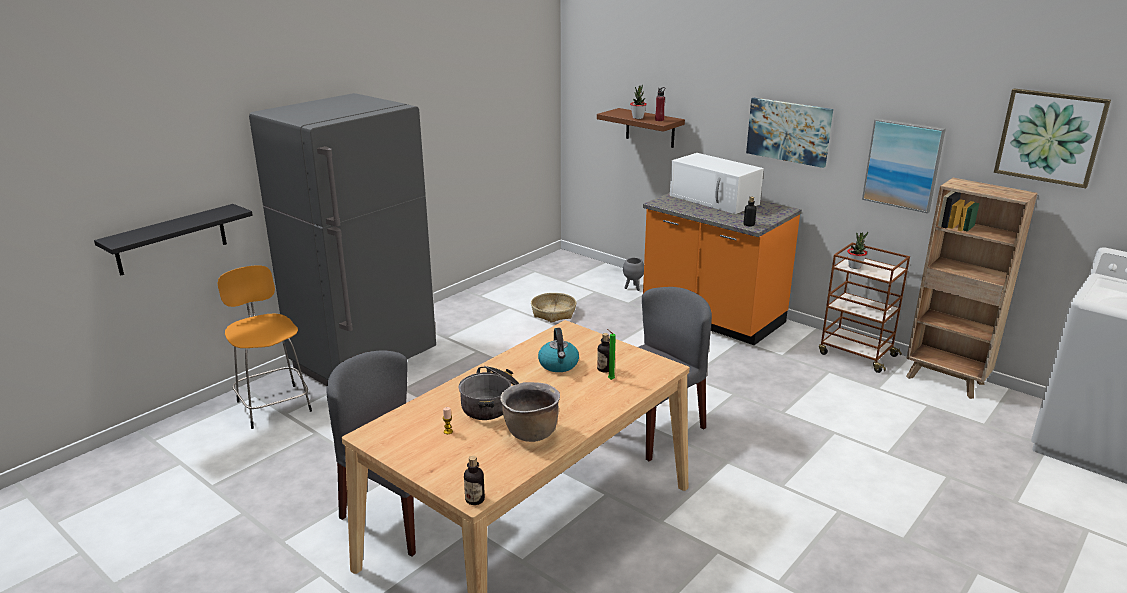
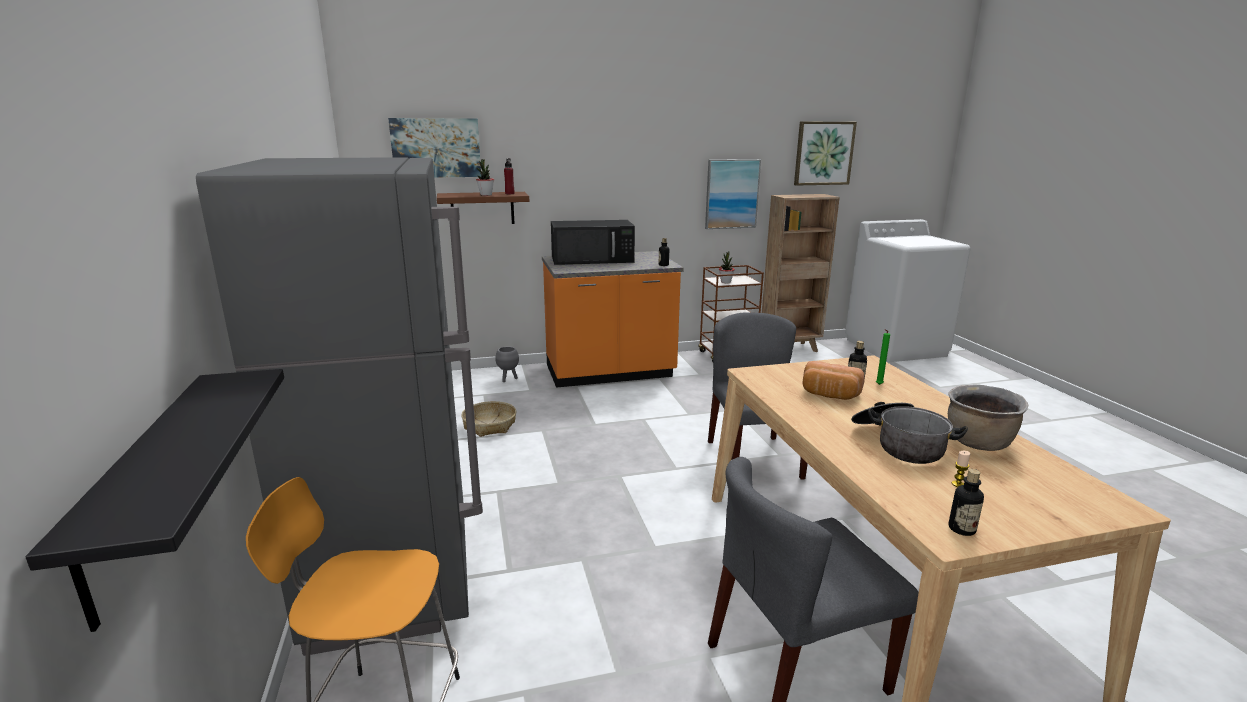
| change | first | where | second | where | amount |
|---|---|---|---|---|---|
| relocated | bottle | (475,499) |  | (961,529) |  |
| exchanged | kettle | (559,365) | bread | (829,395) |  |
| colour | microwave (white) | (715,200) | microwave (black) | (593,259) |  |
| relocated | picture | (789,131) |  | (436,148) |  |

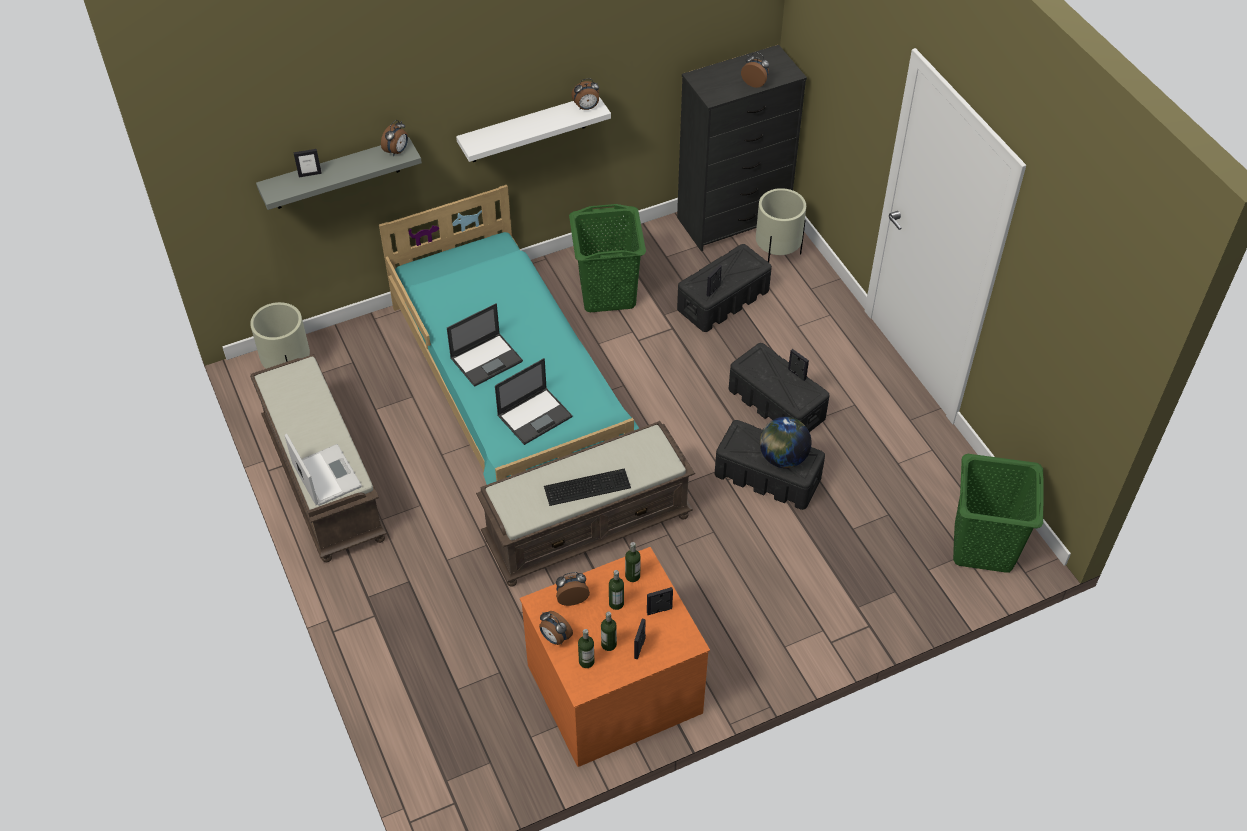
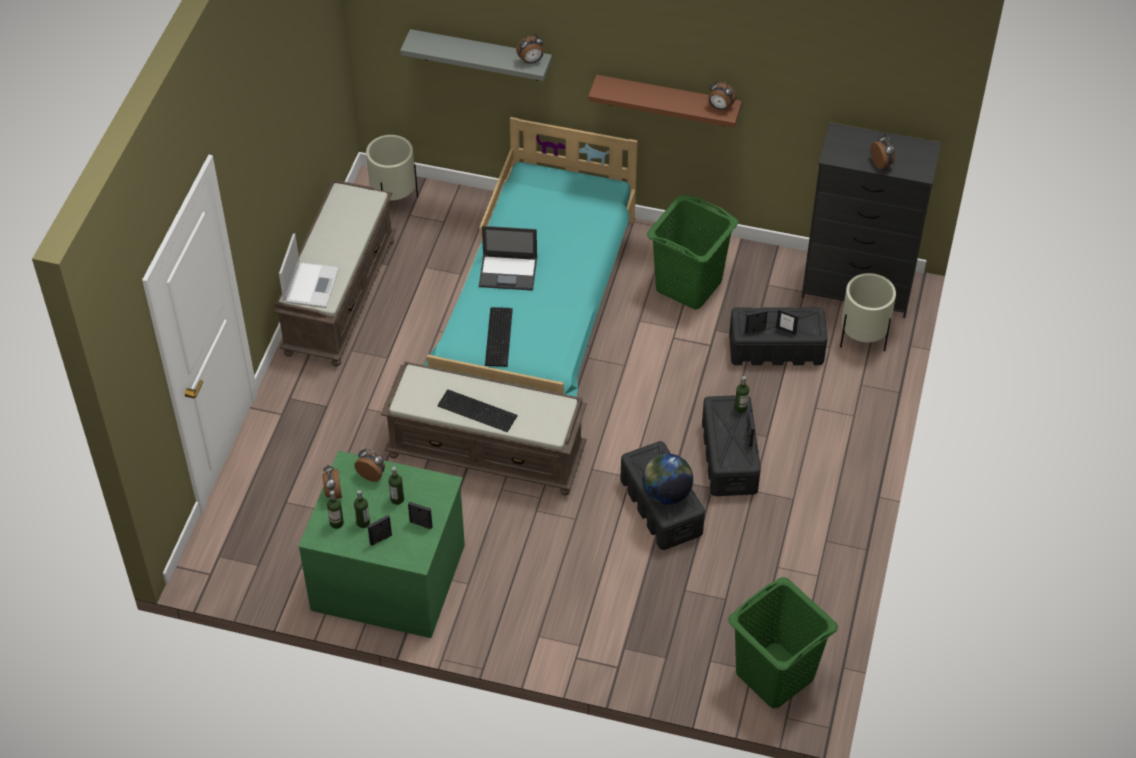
| change | first | where | second | where | amount |
|---|---|---|---|---|---|
| relocated | picture frame | (310,174) |  | (786,330) |  |
| colour | shelf (white) | (528,129) | shelf (brown) | (668,101) |  |
| exchanged | laptop | (535,415) | keyboard | (500,336) |  |
| colour | dresser (orange) | (613,686) | dresser (green) | (389,575) |  |
| relocated | bottle | (632,576) |  | (740,408) |  |

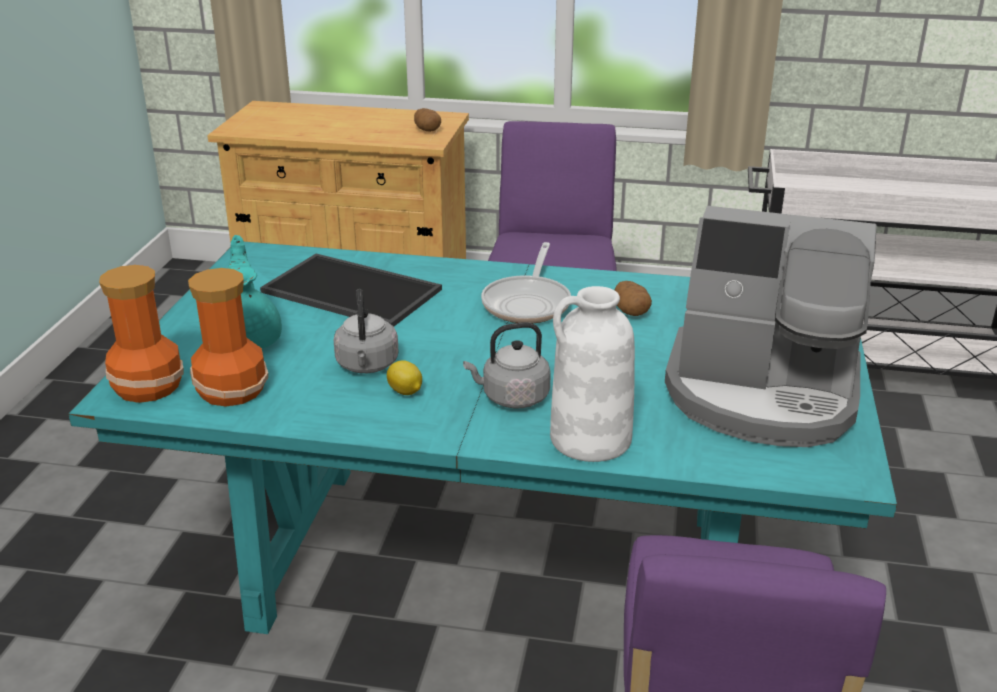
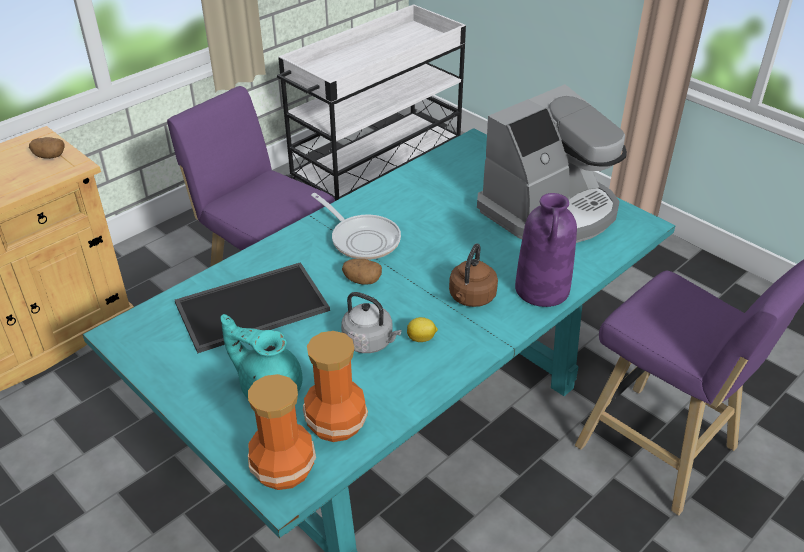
| change | first | where | second | where | amount |
|---|---|---|---|---|---|
| colour | kettle (grey) | (512,398) | kettle (brown) | (471,298) |  |
| colour | vase (white) | (590,440) | vase (purple) | (542,290) |  |
| relocated | potato | (630,311) |  | (362,280) |  |

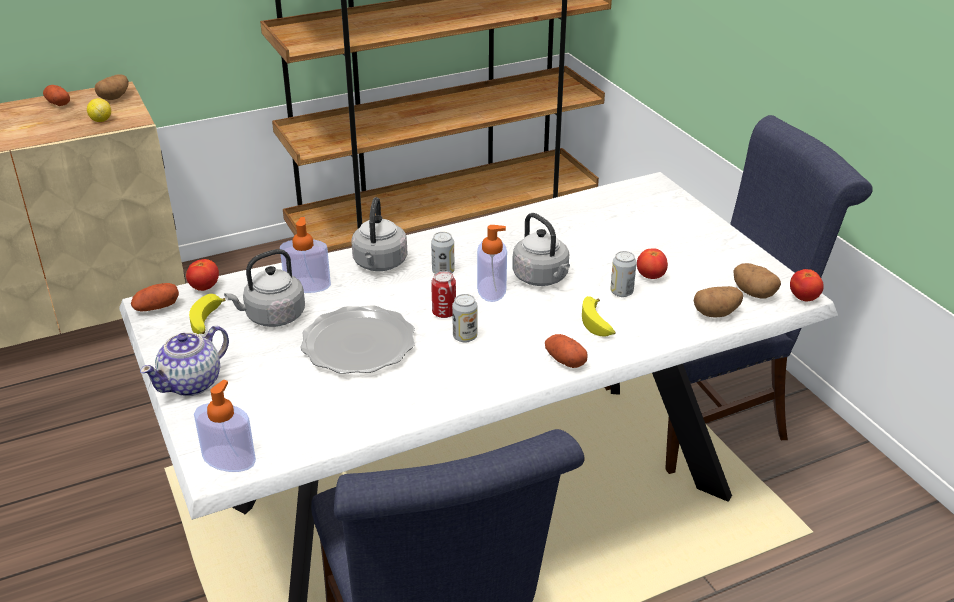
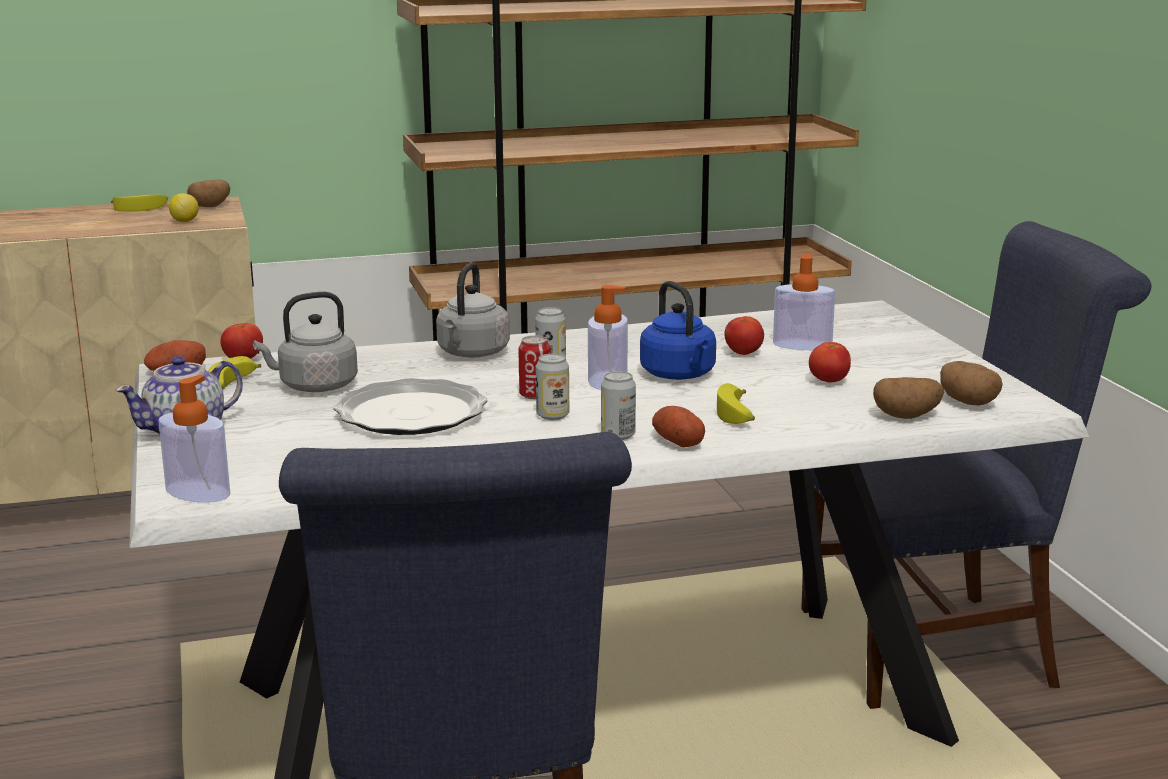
| change | first | where | second | where | amount |
|---|---|---|---|---|---|
| exchanged | potato | (58,103) | banana | (142,208) |  |
| relocated | soap dispenser | (307,285) |  | (802,345) |  |
| colour | kettle (grey) | (542,278) | kettle (blue) | (679,375) |  |
| relocated | can | (621,292) |  | (618,435) |  |
| relocated | tomato | (803,298) |  | (743,353) |  |

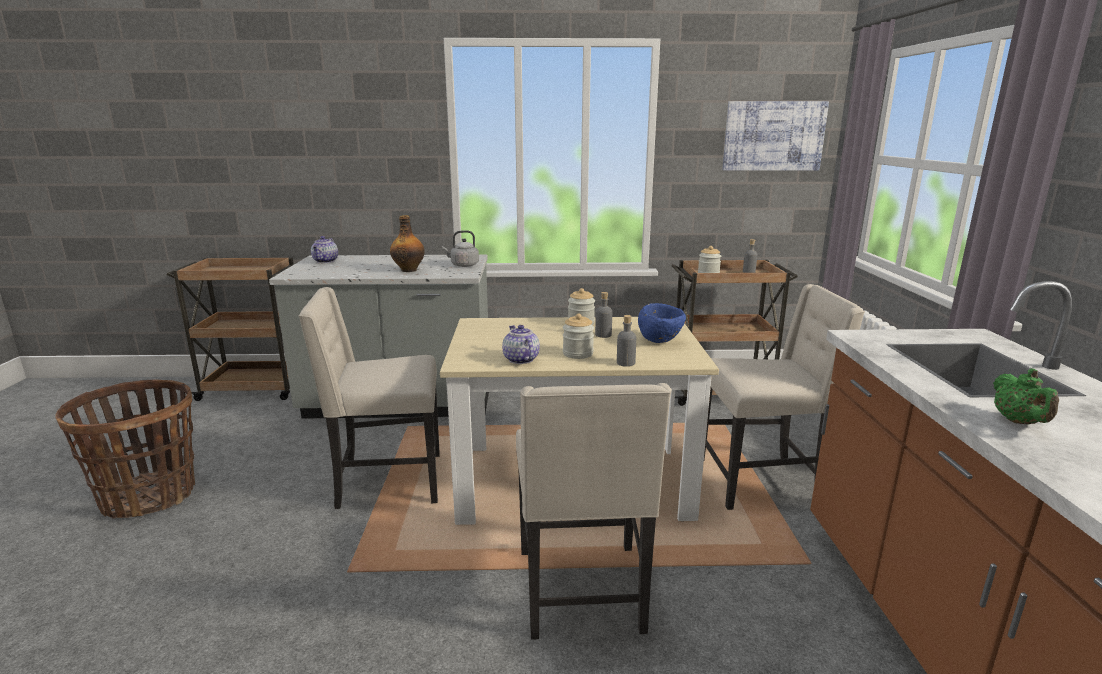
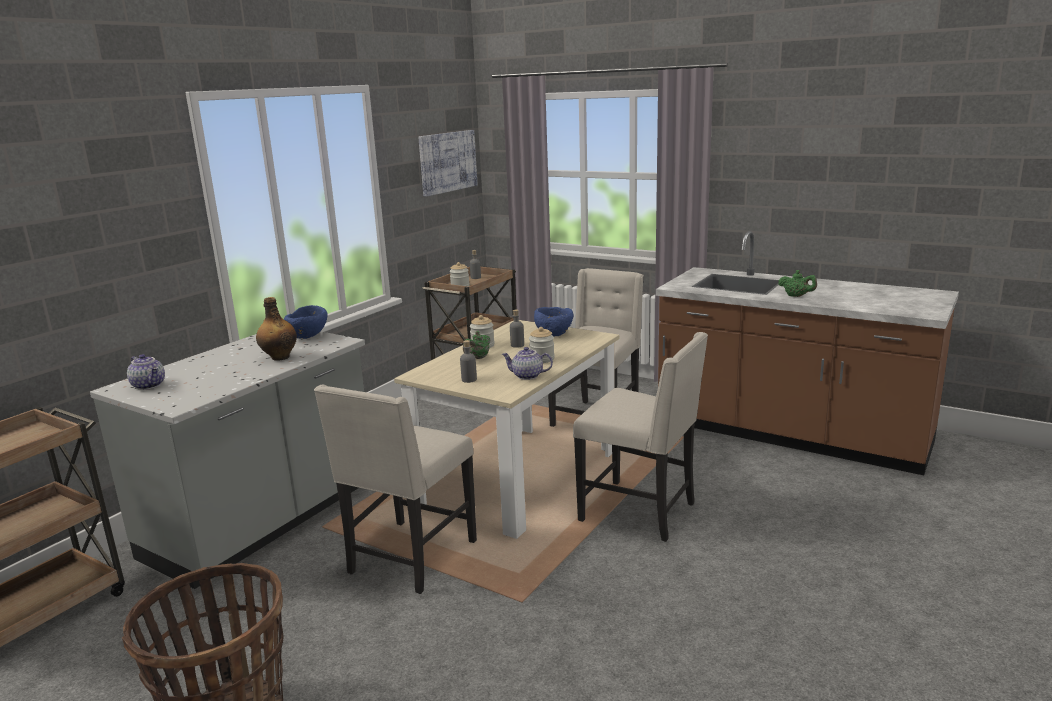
| change | first | where | second | where | amount |
|---|---|---|---|---|---|
| exchanged | kettle (grey) | (463,265) | bowl (blue) | (308,337) |  |
| relocated | bottle (grey) | (625,363) |  | (469,379) |  |
| appeared |  |  | teapot (green) | (478,358) |  |

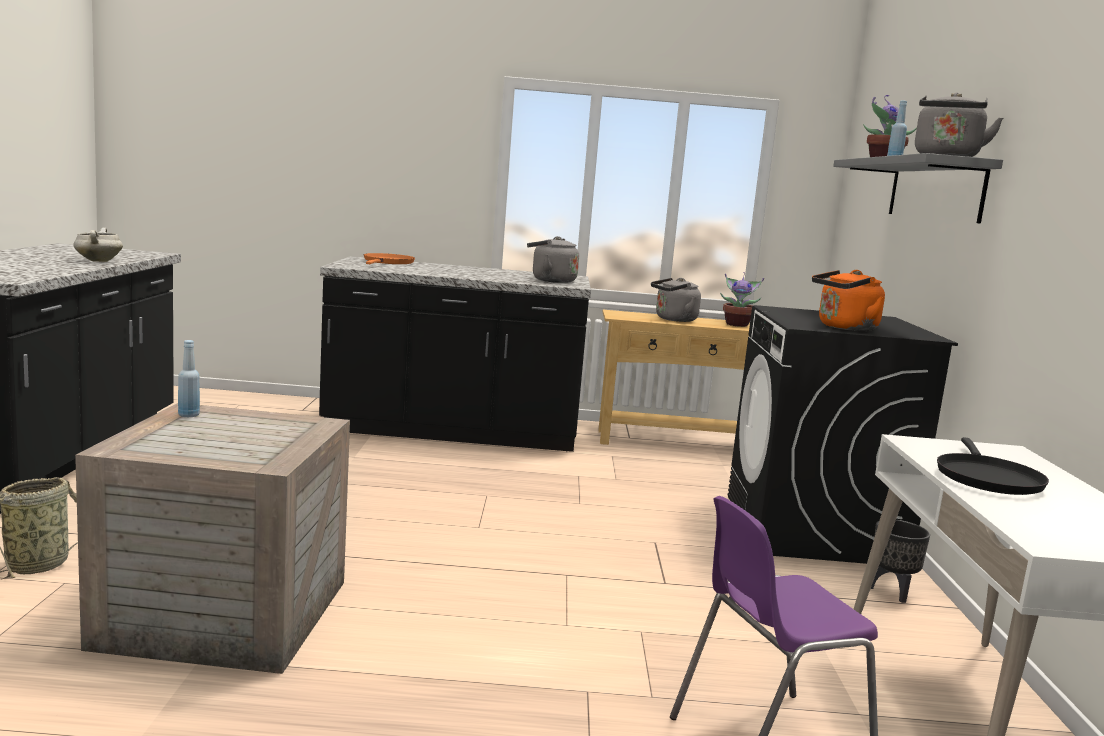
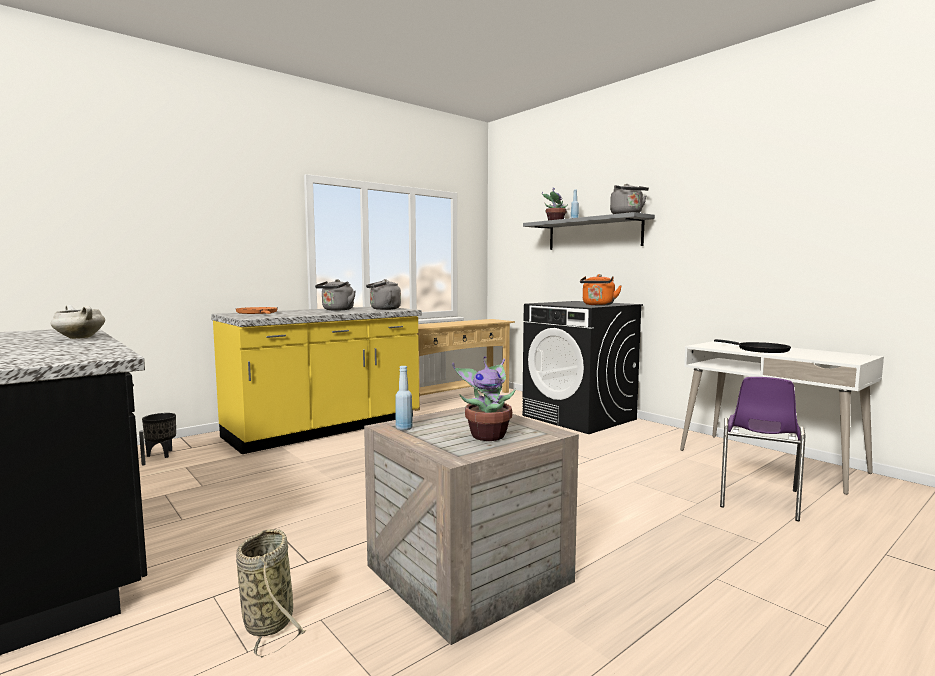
| change | first | where | second | where | amount |
|---|---|---|---|---|---|
| colour | counter (black) | (452,431) | counter (yellow) | (325,428) |  |
| relocated | kettle (grey) | (673,319) |  | (337,310) |  |
| relocated | potted plant | (737,324) |  | (487,435) |  |
| relocated | planter (black) | (892,592) |  | (162,454) |  |

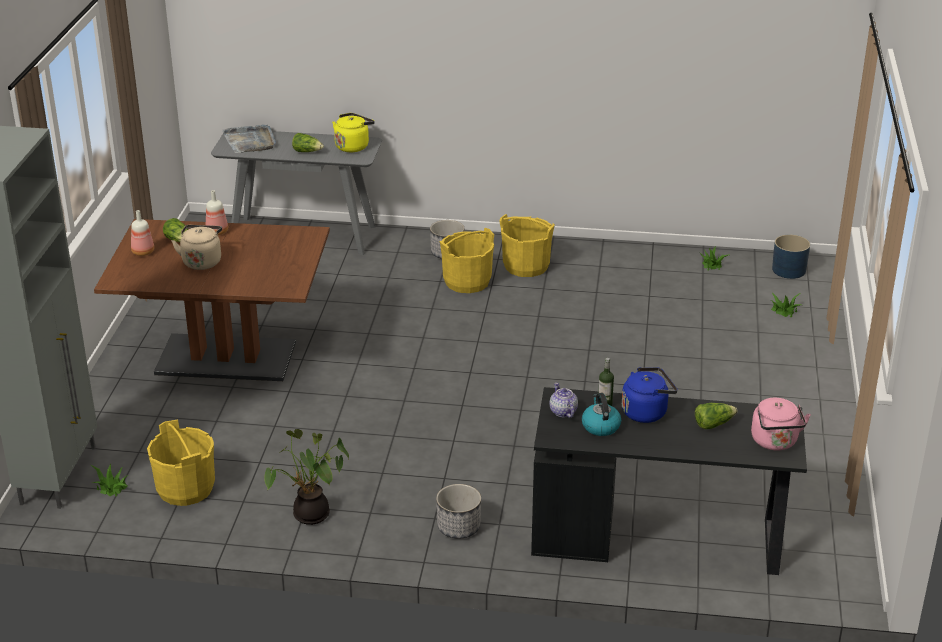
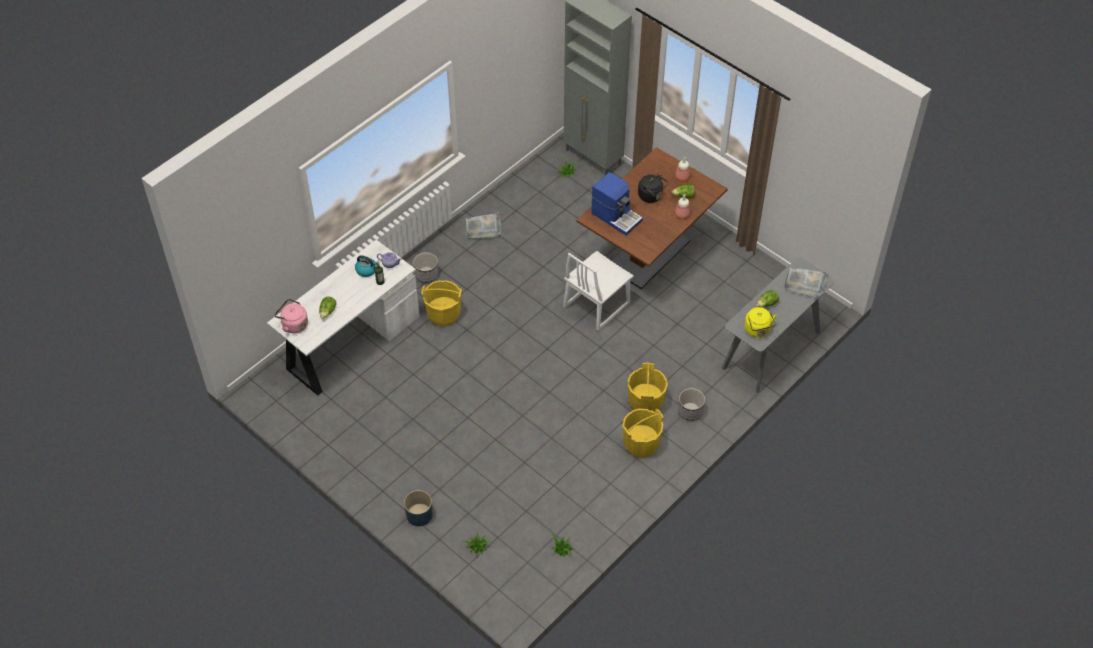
| change | first | where | second | where | amount |
|---|---|---|---|---|---|
| relocated | bucket (yellow) | (185,489) |  | (443,313) |  |
| colour | kettle (beige) | (202,261) | kettle (black) | (651,196) |  |
| exchanged | potted plant | (309,516) | tray (grey) | (483,228) |  |
| colour | desk (black) | (660,537) | desk (white) | (350,343) |  |
| missing | kettle (blue) | (646,412) |  |  |  |
| relocated | planter (blue) | (789,270) |  | (419,515) |  |
| appeared |  |  | chair (white) | (596,304) |  |
| appeared |  |  | coffee machine | (616,216) |  |

